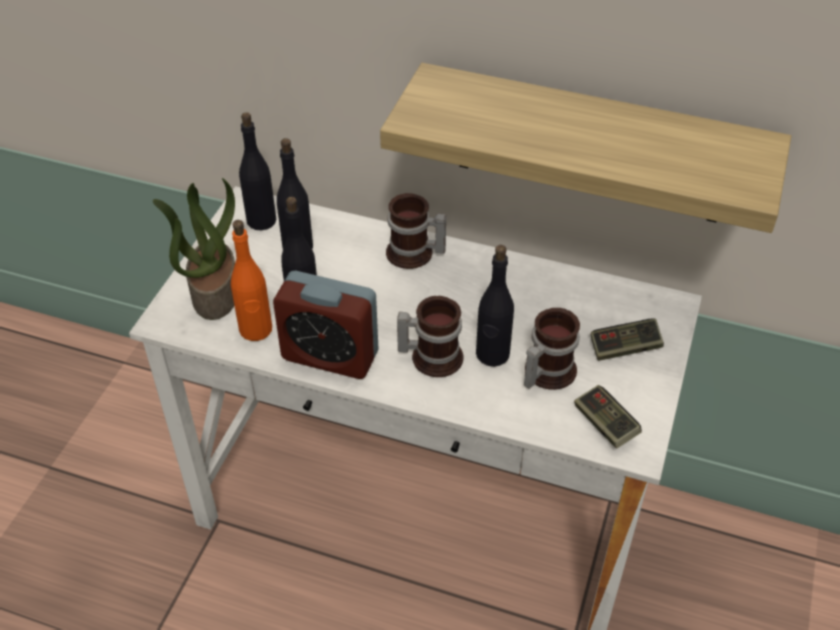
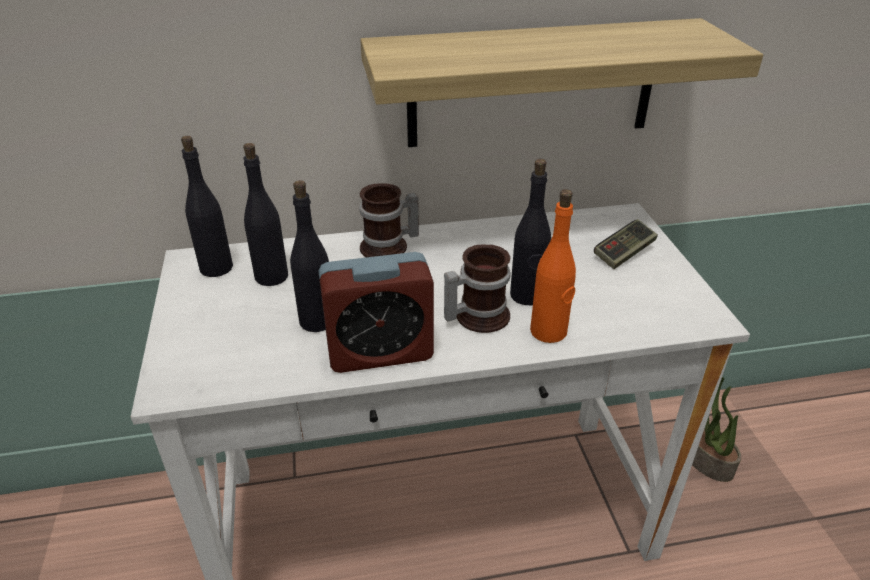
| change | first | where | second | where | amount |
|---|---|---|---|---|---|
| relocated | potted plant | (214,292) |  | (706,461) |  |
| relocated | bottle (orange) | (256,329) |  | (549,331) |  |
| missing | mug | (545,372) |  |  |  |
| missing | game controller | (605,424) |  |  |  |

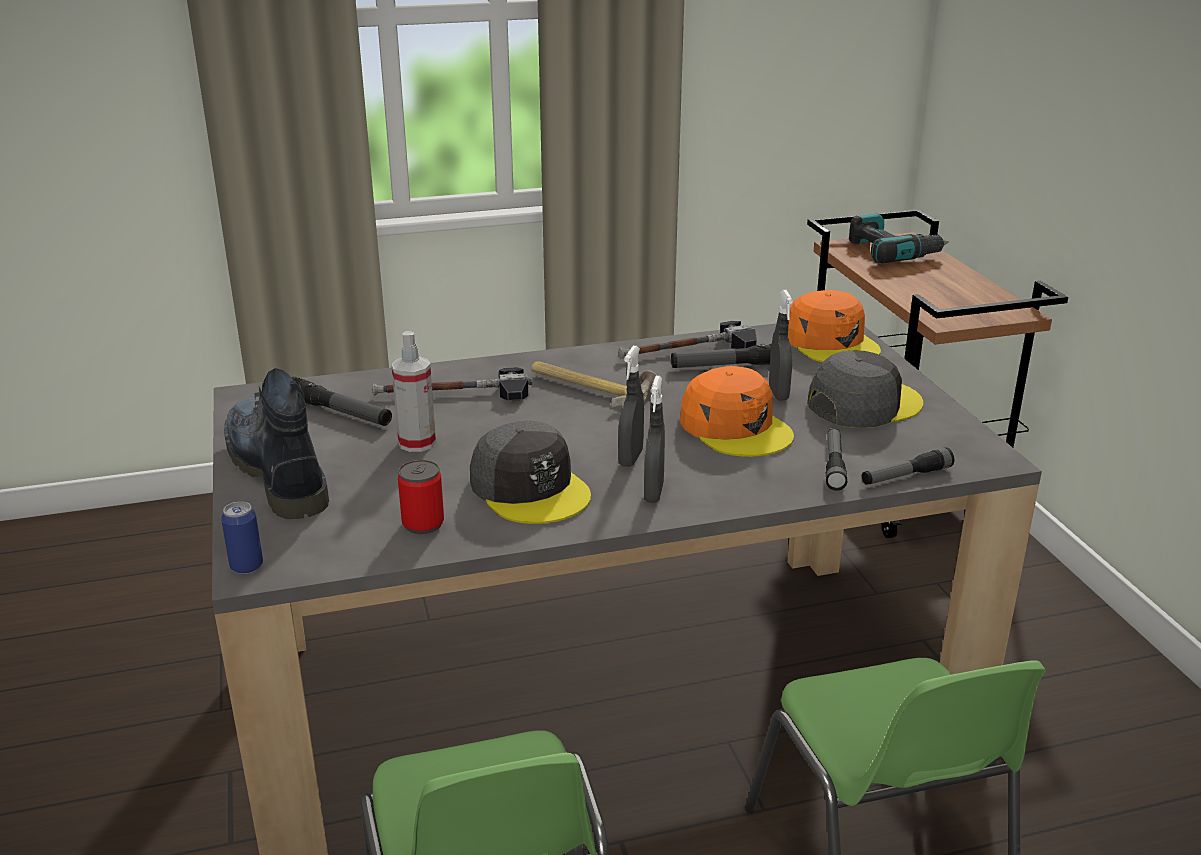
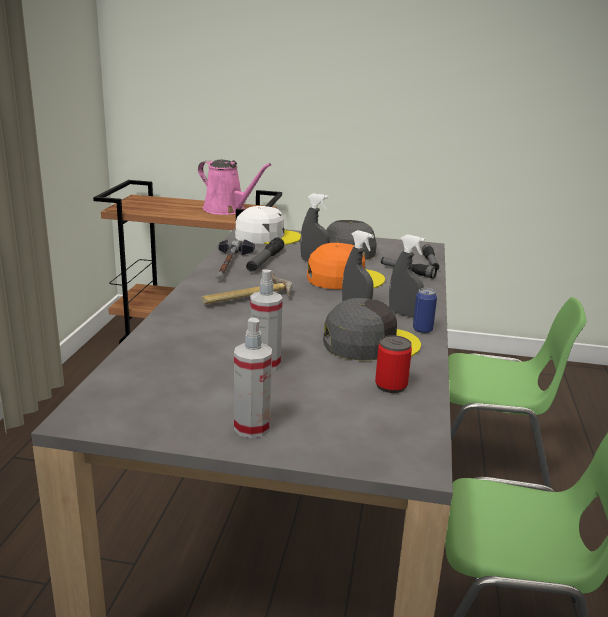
| change | first | where | second | where | amount |
|---|---|---|---|---|---|
| relocated | can | (246,566) |  | (422,330) |  |
| exchanged | boot | (276,470) | spray bottle | (252,427) |  |
| missing | flashlight | (339,412) |  |  |  |
| missing | hammer | (453,395) |  |  |  |
| colour | cap (orange) | (831,342) | cap (white) | (267,236) |  |
| missing | power drill | (892,252) |  |  |  |
| appeared |  |  | watering can (pink) | (227,210) |  |

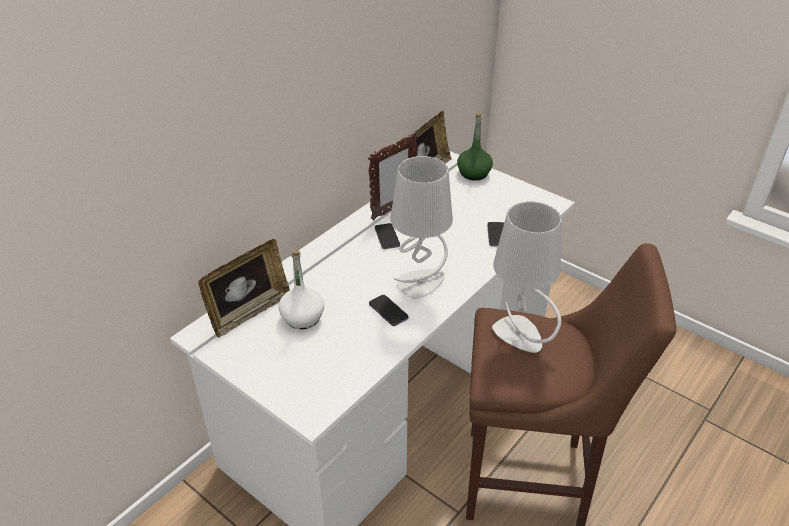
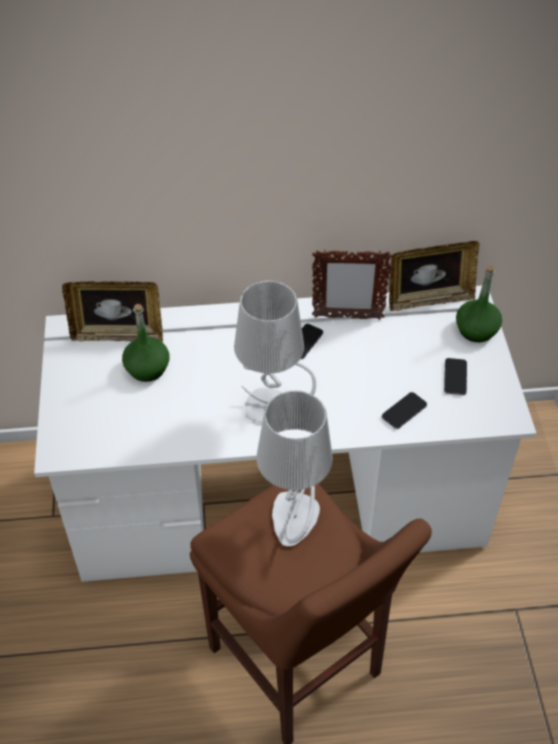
| change | first | where | second | where | amount |
|---|---|---|---|---|---|
| colour | bottle (white) | (303,317) | bottle (green) | (147,368) |  |
| relocated | phone | (388,311) |  | (455,377) |  |

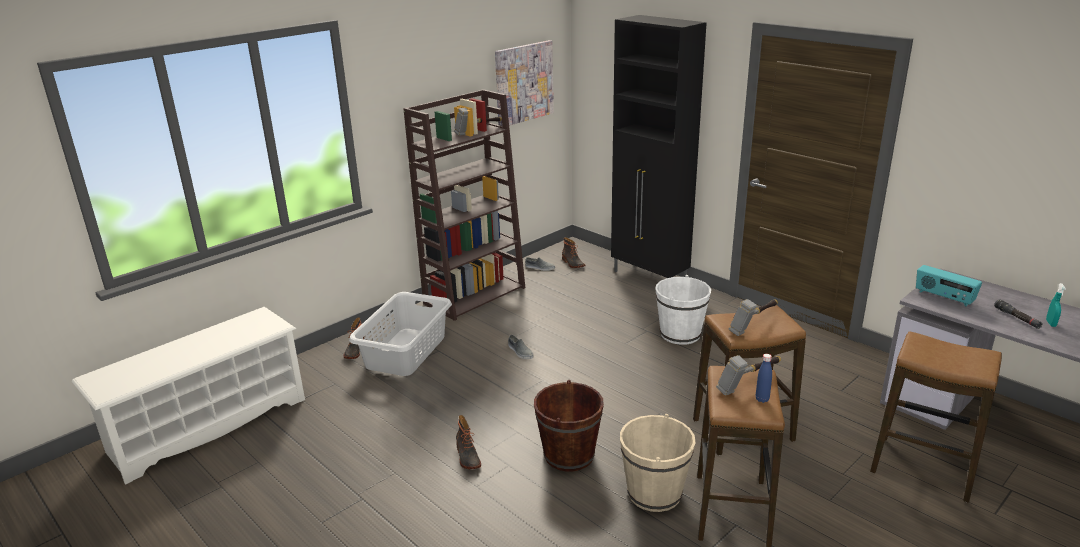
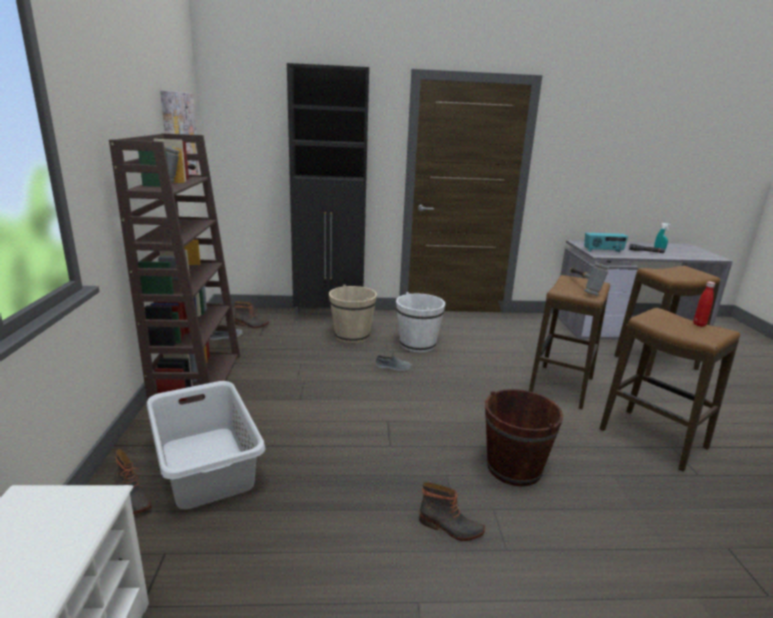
| change | first | where | second | where | amount |
|---|---|---|---|---|---|
| relocated | shoe (grey) | (520,352) |  | (393,367) |  |
| relocated | bucket (beige) | (654,493) |  | (352,335) |  |
| missing | hammer | (749,382) |  |  |  |
| colour | bottle (blue) | (762,399) | bottle (red) | (699,324) |  |

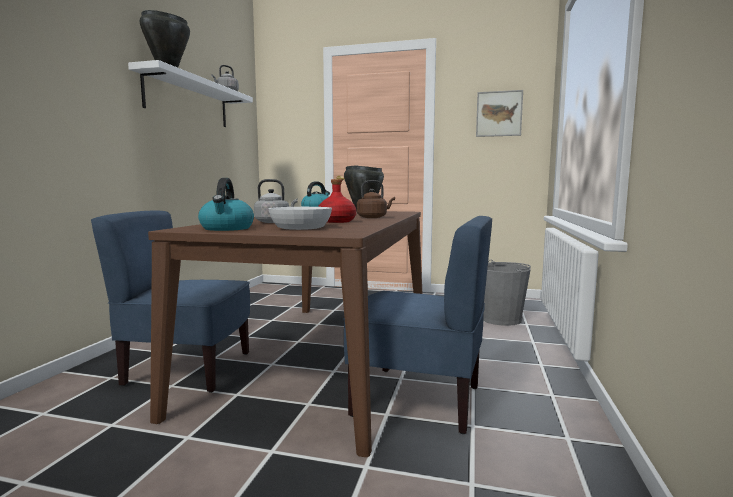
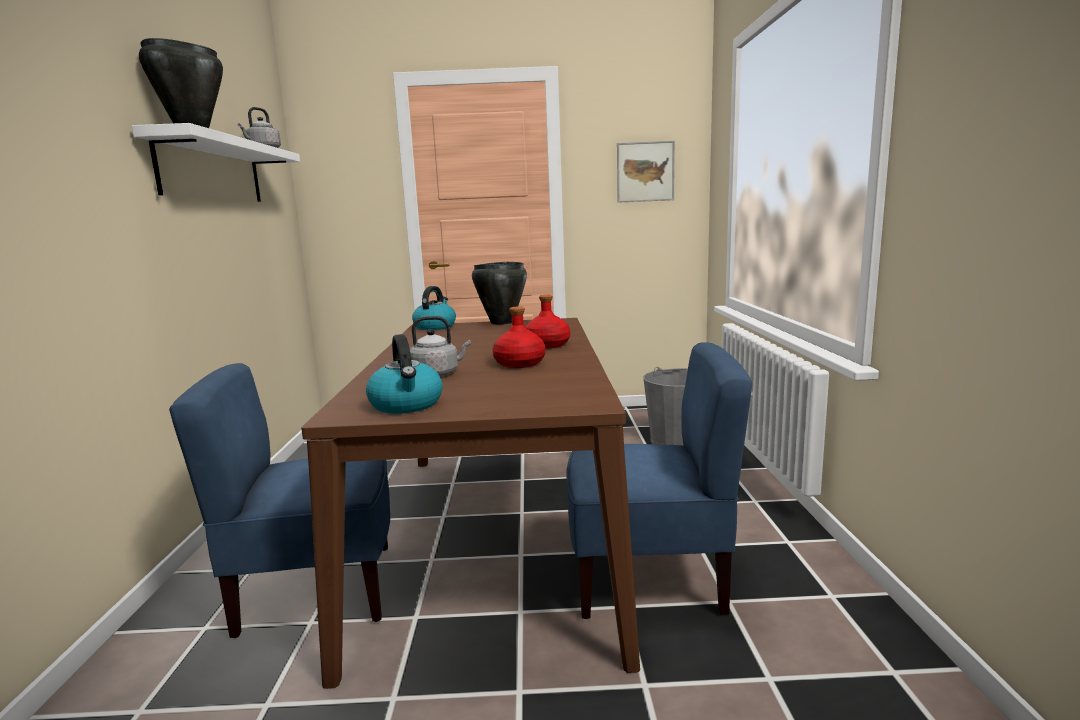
| change | first | where | second | where | amount |
|---|---|---|---|---|---|
| missing | bowl (white) | (301,227) |  |  |  |
| exchanged | kettle (brown) | (373,217) | bottle (red) | (547,344) |  |

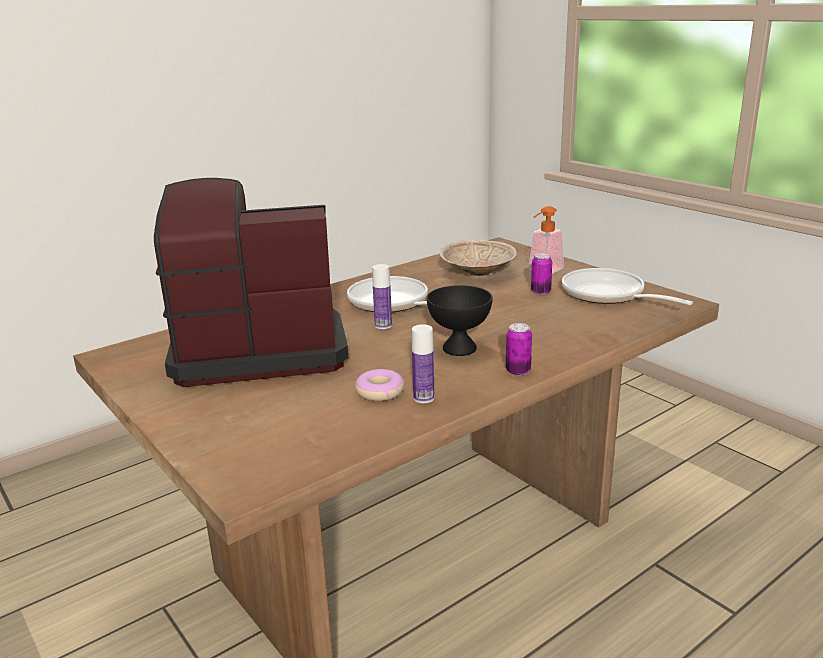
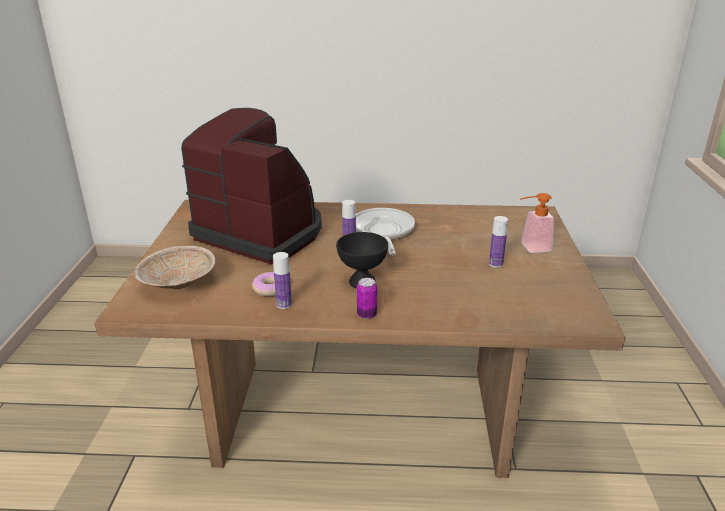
| change | first | where | second | where | amount |
|---|---|---|---|---|---|
| relocated | bowl (beige) | (477,273) |  | (177,284) |  |
| exchanged | can | (540,292) | bottle | (495,264) |  |
| missing | frying pan | (608,295) |  |  |  |

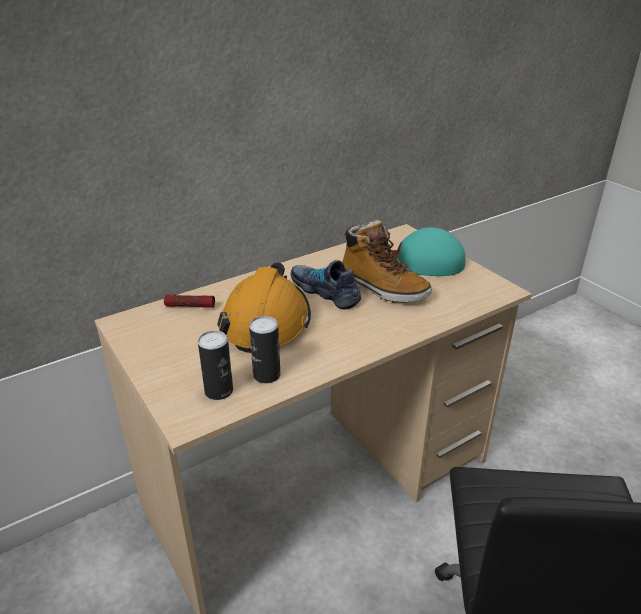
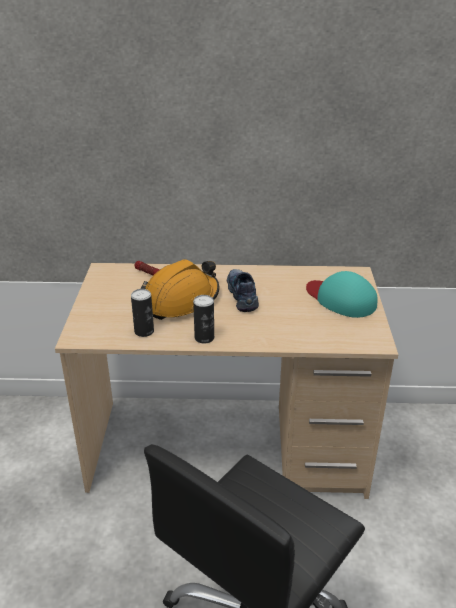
| change | first | where | second | where | amount |
|---|---|---|---|---|---|
| relocated | can | (219,391) |  | (204,338) |  |
| missing | boot | (382,287) |  |  |  |

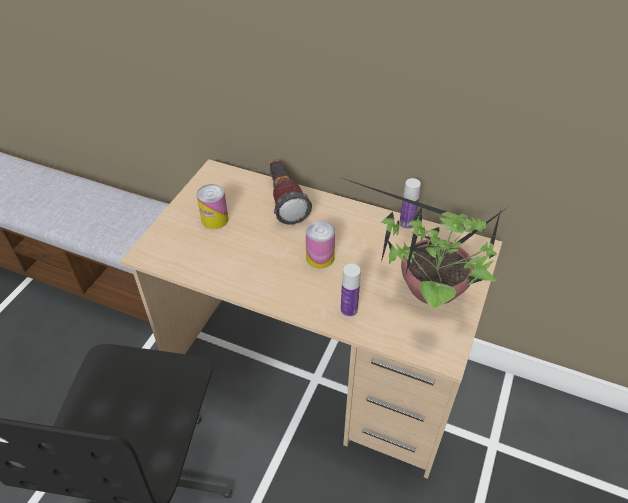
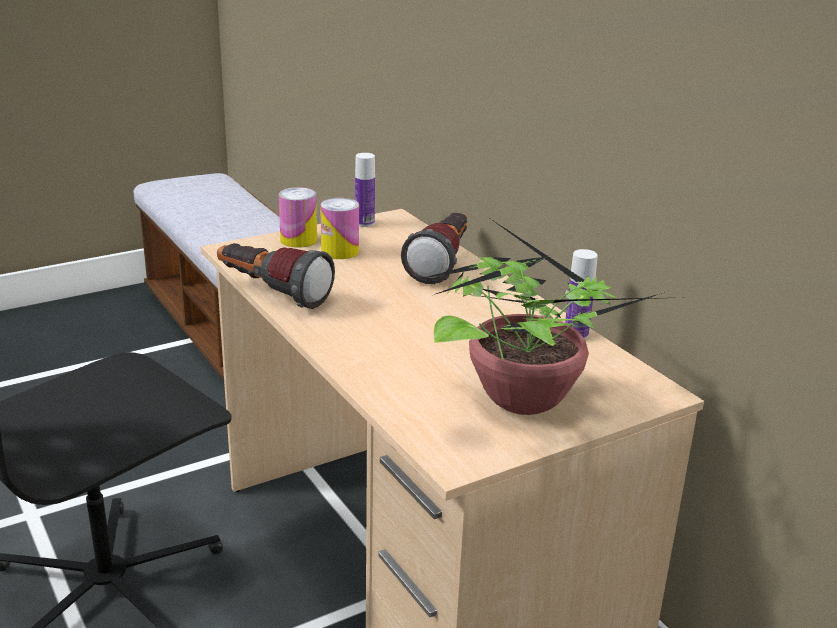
| change | first | where | second | where | amount |
|---|---|---|---|---|---|
| relocated | can | (320,257) |  | (298,240) |  |
| relocated | bottle | (349,310) |  | (364,223) |  |
| appeared |  |  | flashlight | (271,293) |  |

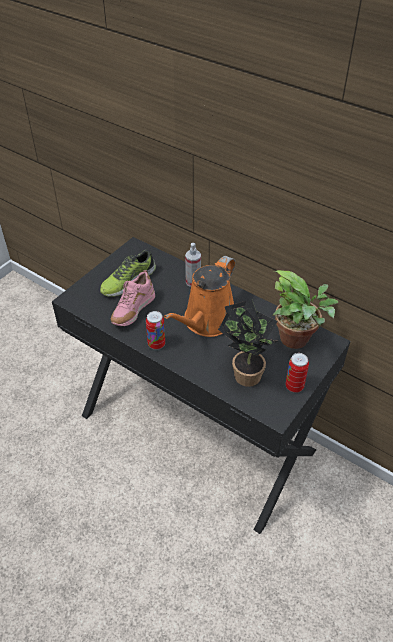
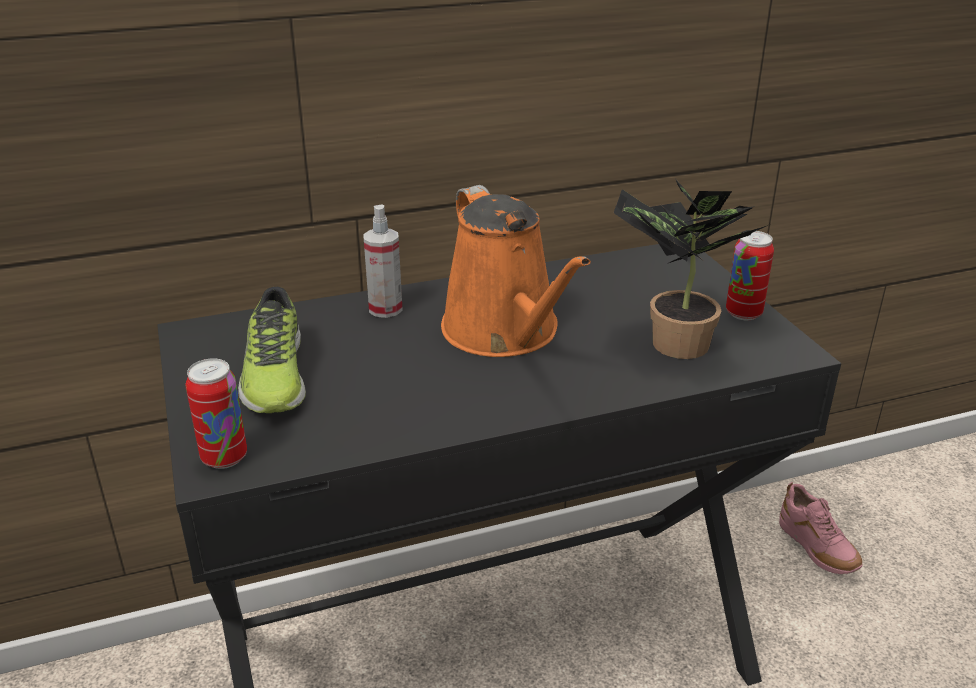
| change | first | where | second | where | amount |
|---|---|---|---|---|---|
| relocated | shoe (pink) | (132,312) |  | (816,550) |  |
| relocated | can | (156,344) |  | (224,457) |  |
| missing | potted plant | (297,340) |  |  |  |

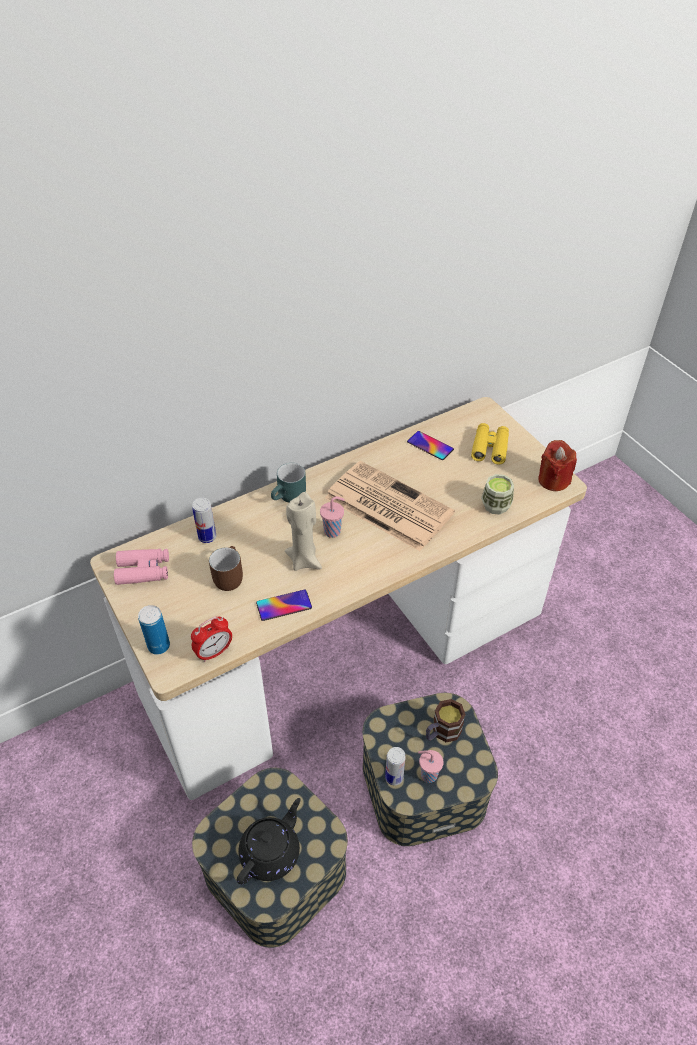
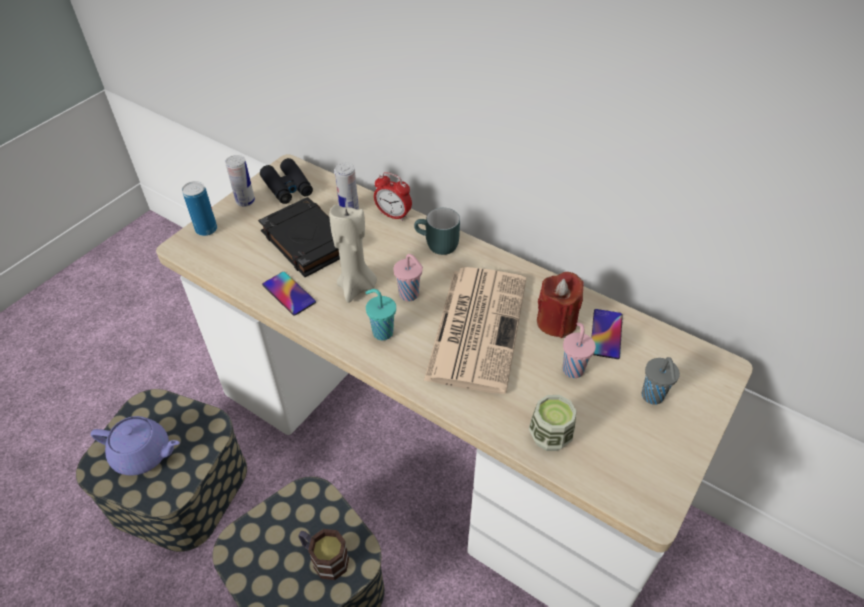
| change | first | where | second | where | amount |
|---|---|---|---|---|---|
| colour | binoculars (pink) | (143,570) | binoculars (black) | (287,187) |  |
| relocated | alarm clock | (214,652) |  | (393,215) |  |
| exchanged | mug (brown) | (227,576) | book (black) | (307,241) |  |
| colour | teapot (black) | (271,852) | teapot (purple) | (143,454) |  |
| relocated | can | (394,777) |  | (245,201) |  |
| relocated | cup (pink) | (428,775) |  | (572,368) |  |
| exchanged | binoculars (yellow) | (489,448) | cup (grey) | (653,397) |  |
| relocated | candle (red) | (553,480) |  | (556,321) |  |
| appeared |  |  | cup (turquoise) | (381,332) |  |

